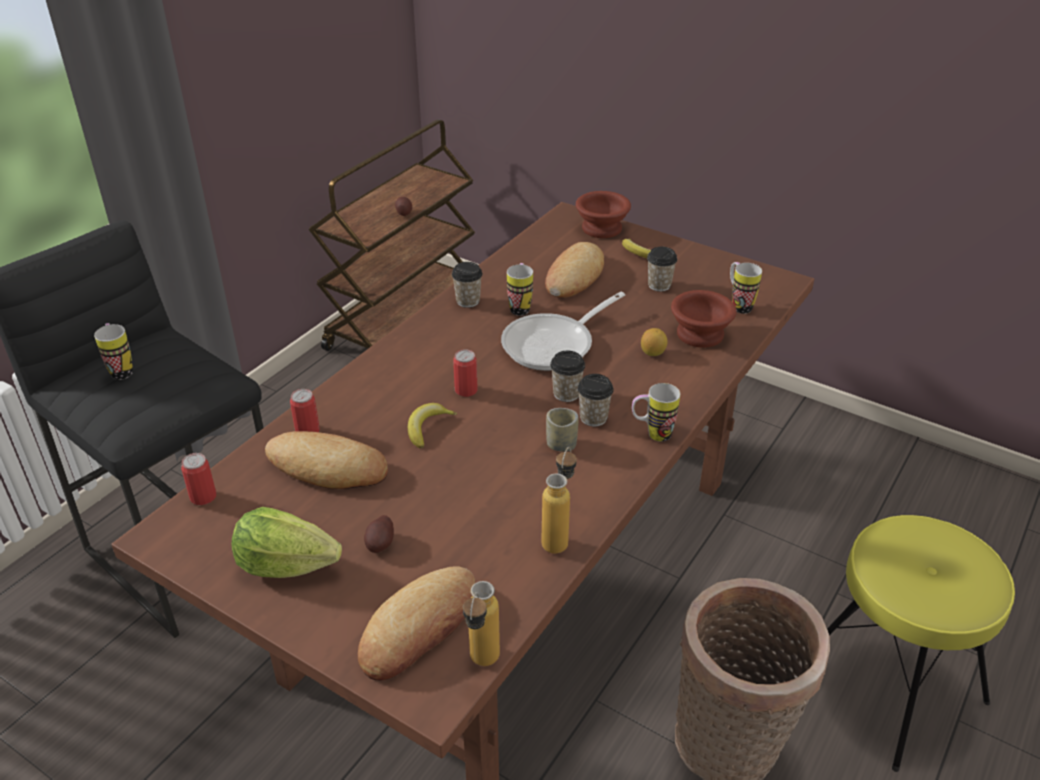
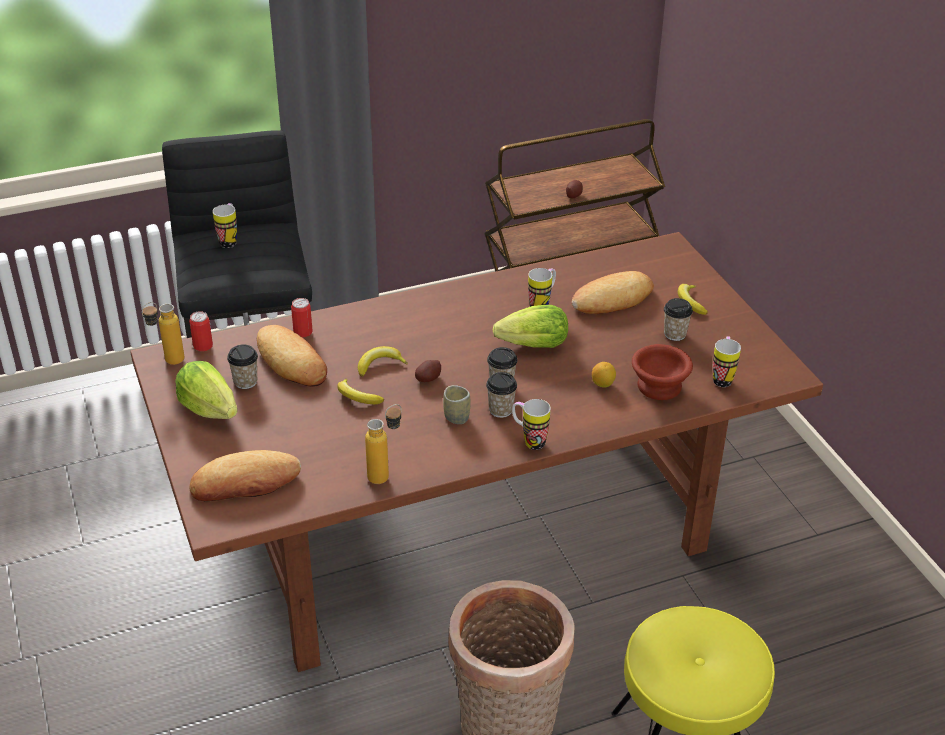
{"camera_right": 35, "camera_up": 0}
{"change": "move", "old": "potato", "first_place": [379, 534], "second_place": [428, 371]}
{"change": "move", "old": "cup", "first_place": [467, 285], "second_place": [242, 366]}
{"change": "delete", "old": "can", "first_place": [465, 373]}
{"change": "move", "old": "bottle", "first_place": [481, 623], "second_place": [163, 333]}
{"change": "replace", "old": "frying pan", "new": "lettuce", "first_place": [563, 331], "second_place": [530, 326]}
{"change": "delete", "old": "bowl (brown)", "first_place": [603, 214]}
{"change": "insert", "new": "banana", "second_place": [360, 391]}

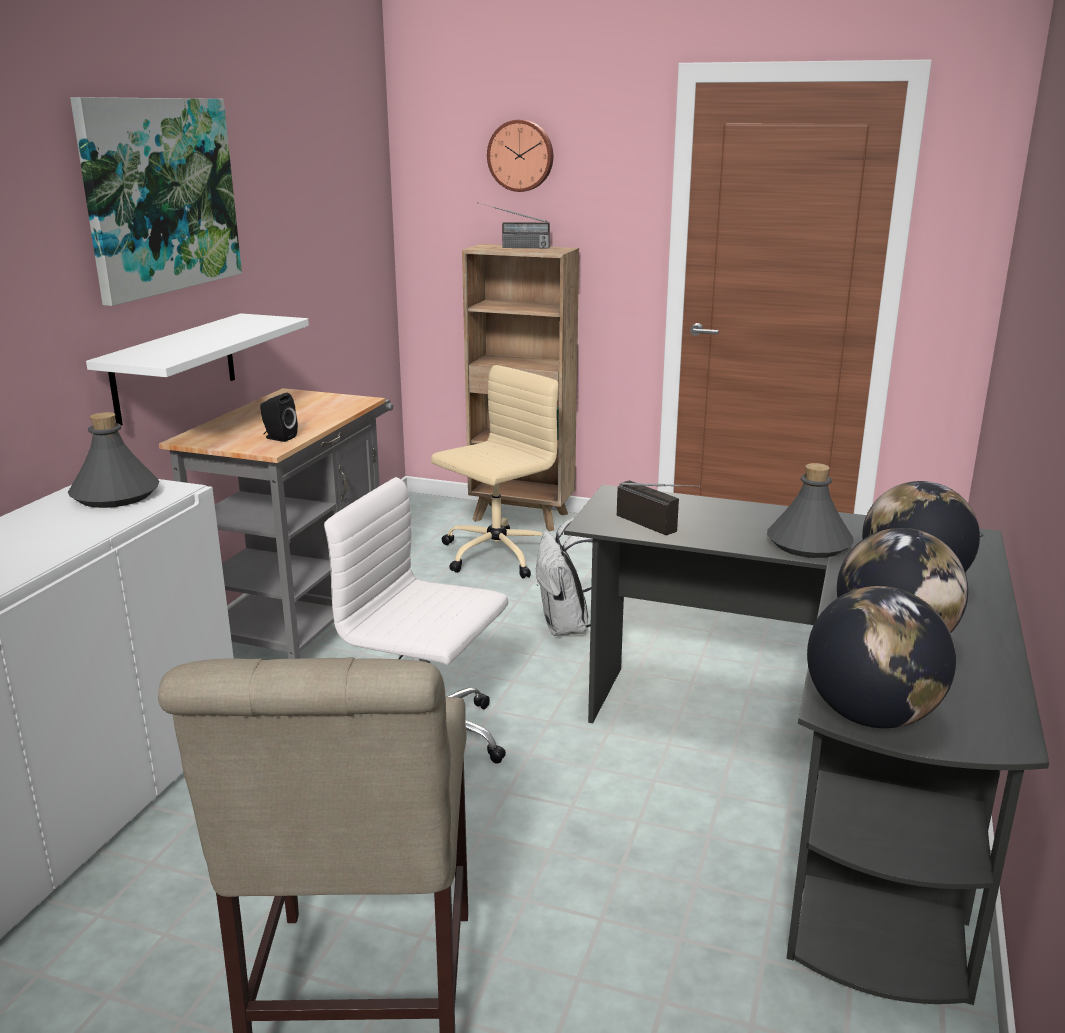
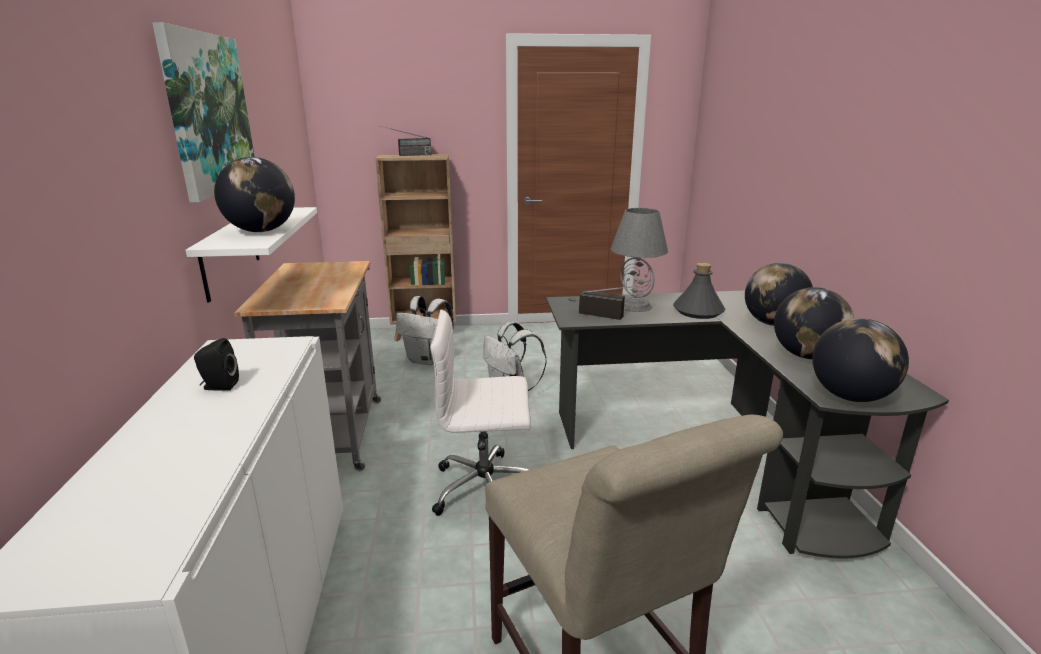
{"camera_right": -25, "camera_up": 0}
{"change": "delete", "old": "bottle (grey)", "first_place": [113, 460]}
{"change": "move", "old": "speaker (black)", "first_place": [279, 417], "second_place": [216, 364]}
{"change": "replace", "old": "office chair (beige)", "new": "backpack (white)", "first_place": [495, 471], "second_place": [425, 330]}
{"change": "delete", "old": "wall clock", "first_place": [520, 156]}
{"change": "insert", "new": "globe", "second_place": [254, 194]}
{"change": "insert", "new": "table lamp (grey)", "second_place": [639, 260]}

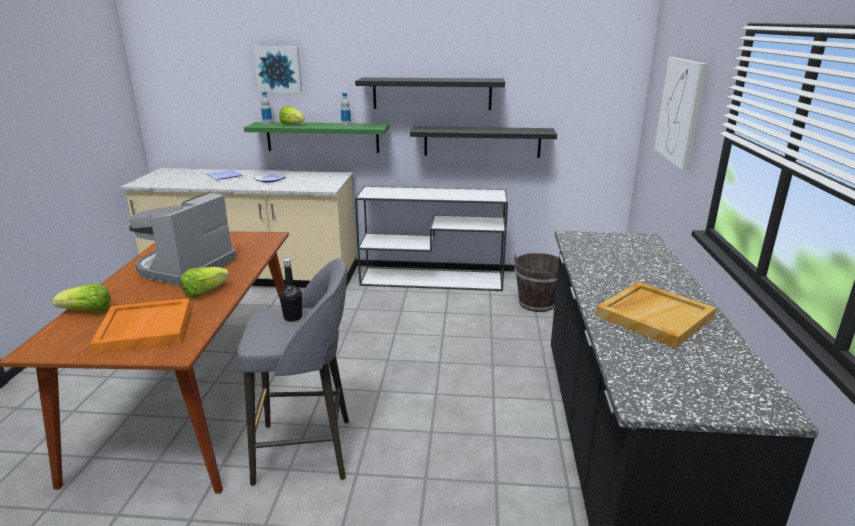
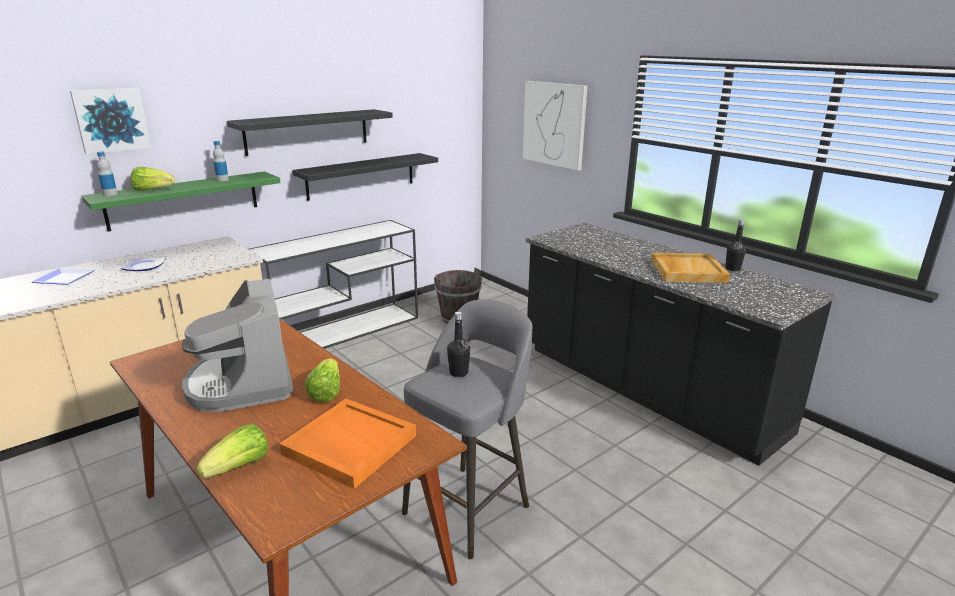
{"camera_right": -45, "camera_up": 0}
{"change": "insert", "new": "bottle (black)", "second_place": [735, 245]}

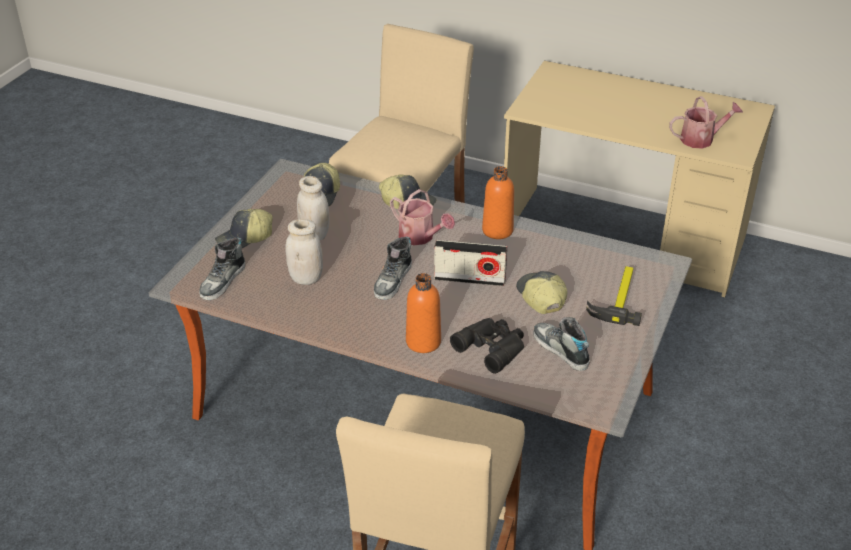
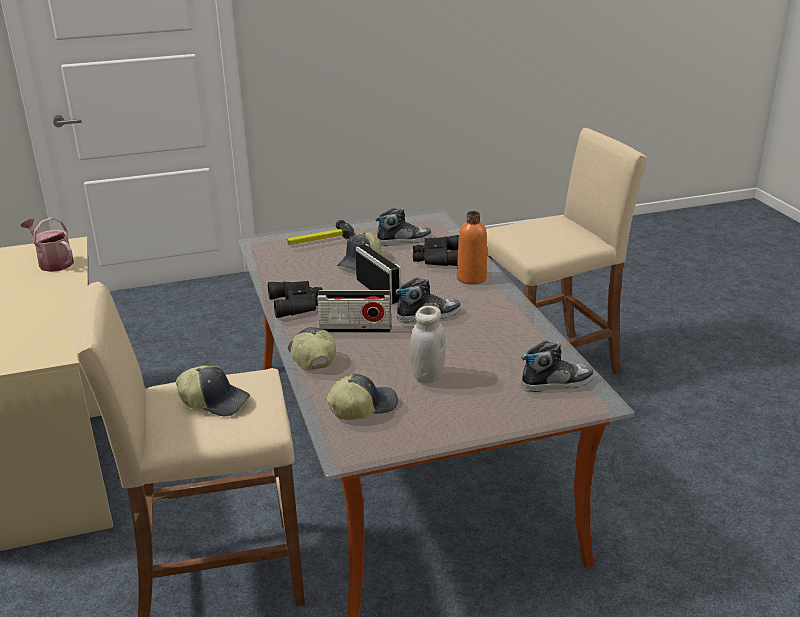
{"camera_right": -130, "camera_up": -10}
{"change": "move", "old": "cap", "first_place": [244, 228], "second_place": [213, 390]}
{"change": "delete", "old": "jar (white)", "first_place": [304, 252]}
{"change": "replace", "old": "watering can", "new": "radio", "first_place": [422, 217], "second_place": [354, 311]}
{"change": "replace", "old": "bottle (orange)", "new": "binoculars (black)", "first_place": [498, 202], "second_place": [295, 299]}
{"change": "rotate", "old": "shoe", "first_place": [561, 344], "second_place": [403, 227], "degrees": -120}

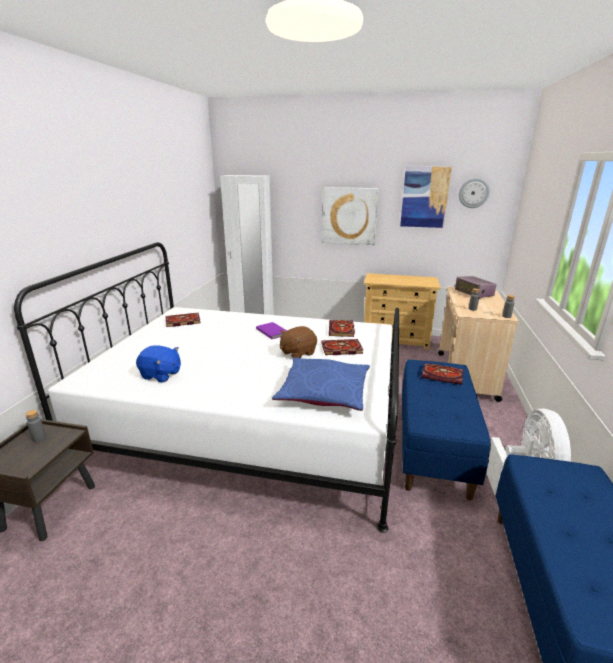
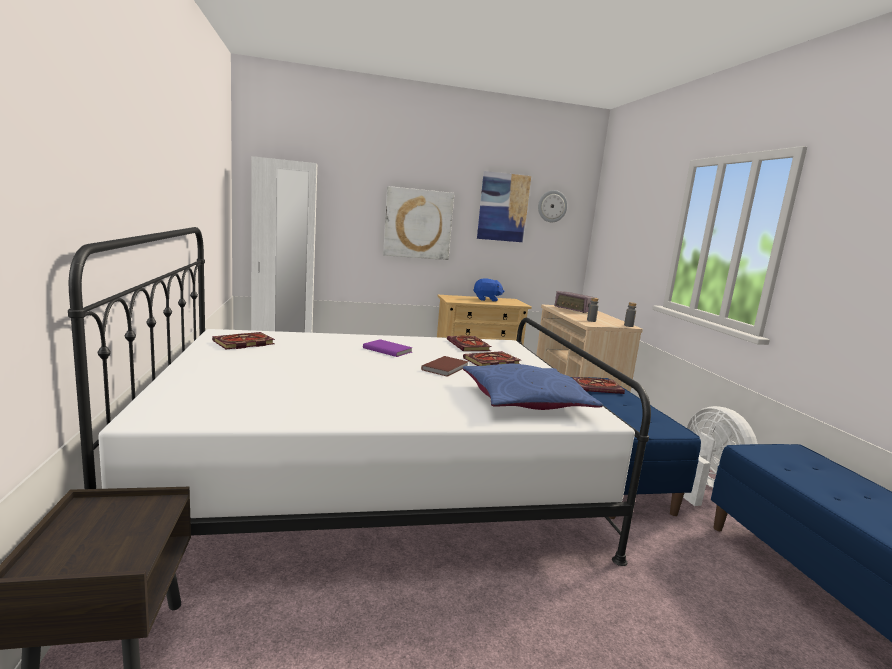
{"camera_right": -25, "camera_up": -10}
{"change": "delete", "old": "bottle (grey)", "first_place": [35, 426]}
{"change": "move", "old": "plush toy (blue)", "first_place": [158, 363], "second_place": [489, 290]}
{"change": "replace", "old": "plush toy (brown)", "new": "book (brown)", "first_place": [298, 342], "second_place": [445, 366]}

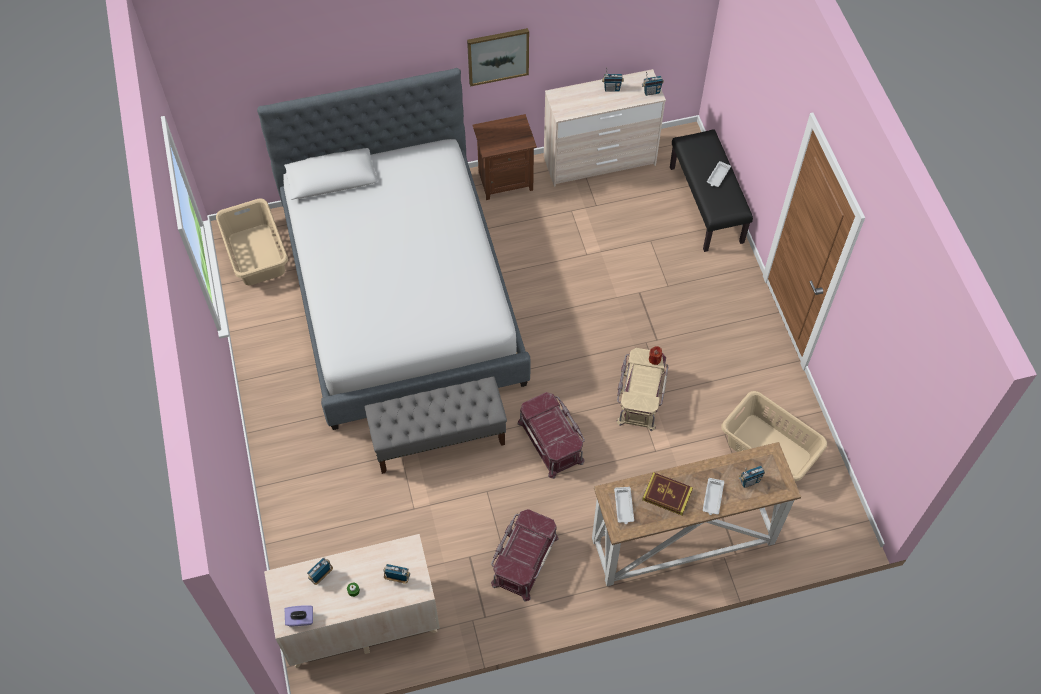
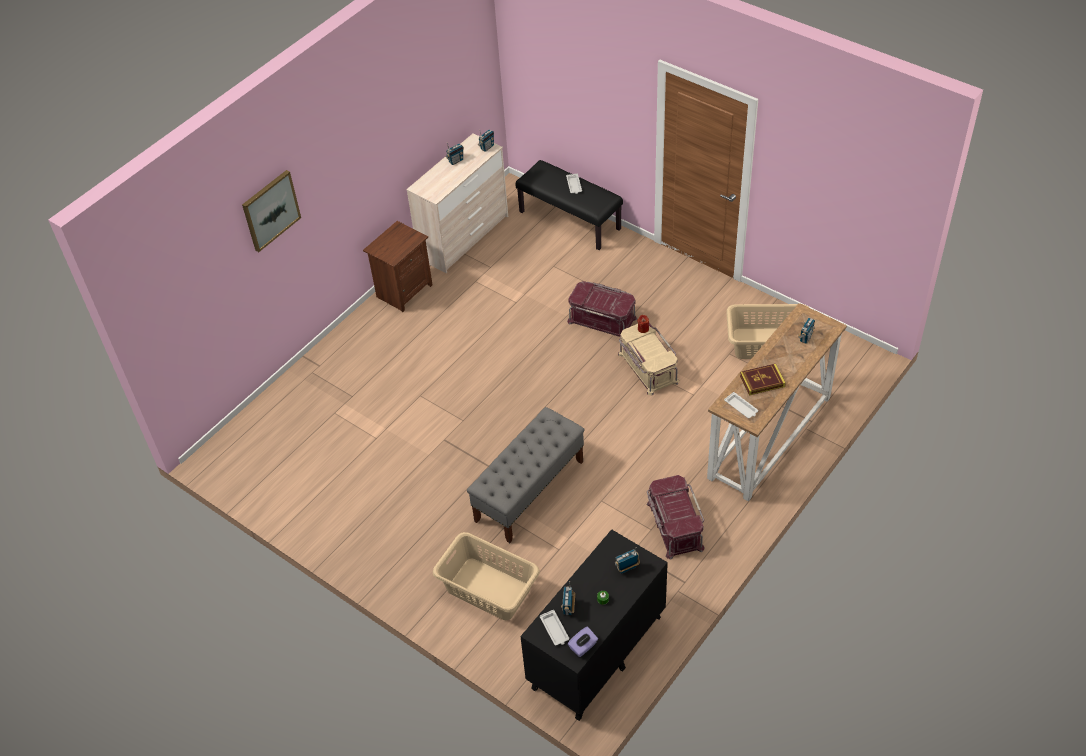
{"camera_right": -35, "camera_up": -10}
{"change": "move", "old": "laundry basket (beige)", "first_place": [252, 242], "second_place": [486, 576]}
{"change": "delete", "old": "bed", "first_place": [394, 249]}
{"change": "recolor", "old": "dresser (beige)", "new": "dresser (black)", "first_place": [352, 601], "second_place": [594, 625]}
{"change": "move", "old": "picture", "first_place": [498, 57], "second_place": [271, 211]}
{"change": "move", "old": "storage box (red)", "first_place": [551, 435], "second_place": [602, 309]}
{"change": "move", "old": "tray (white)", "first_place": [713, 496], "second_place": [554, 627]}

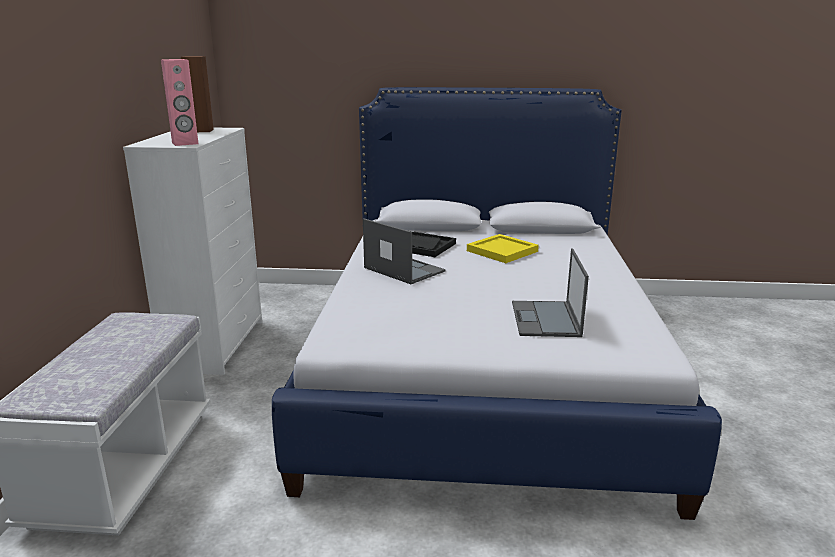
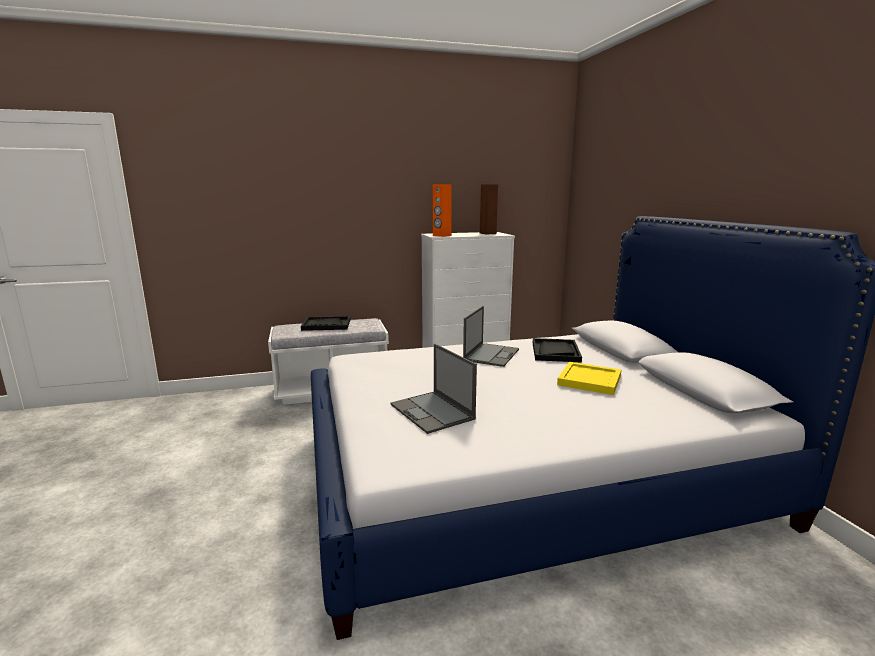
{"camera_right": 70, "camera_up": -5}
{"change": "recolor", "old": "speaker (pink)", "new": "speaker (orange)", "first_place": [180, 102], "second_place": [442, 210]}
{"change": "rotate", "old": "laptop", "first_place": [550, 293], "second_place": [433, 389], "degrees": -105}
{"change": "insert", "new": "tray (black)", "second_place": [325, 323]}

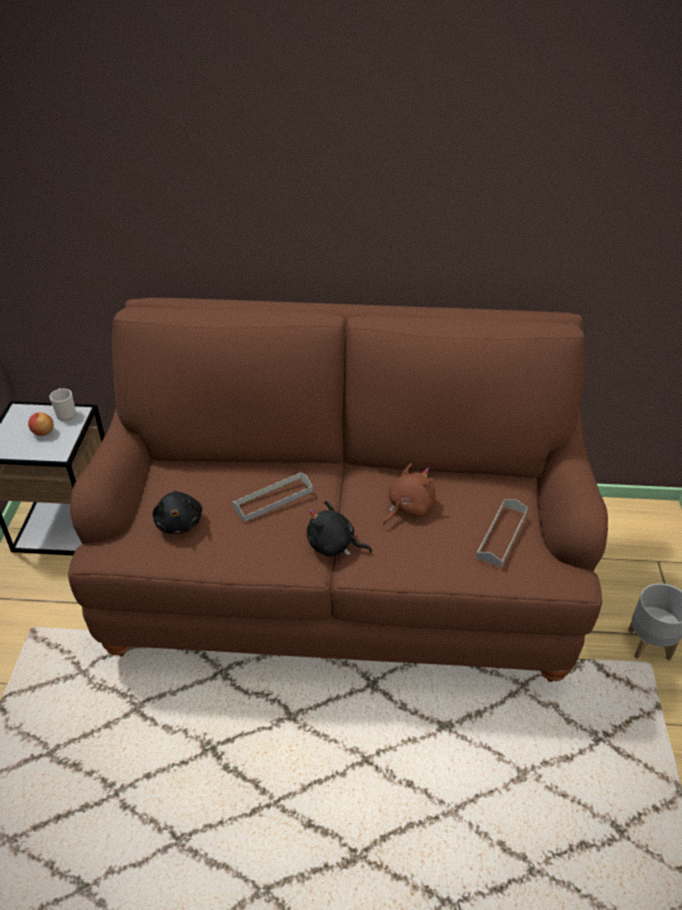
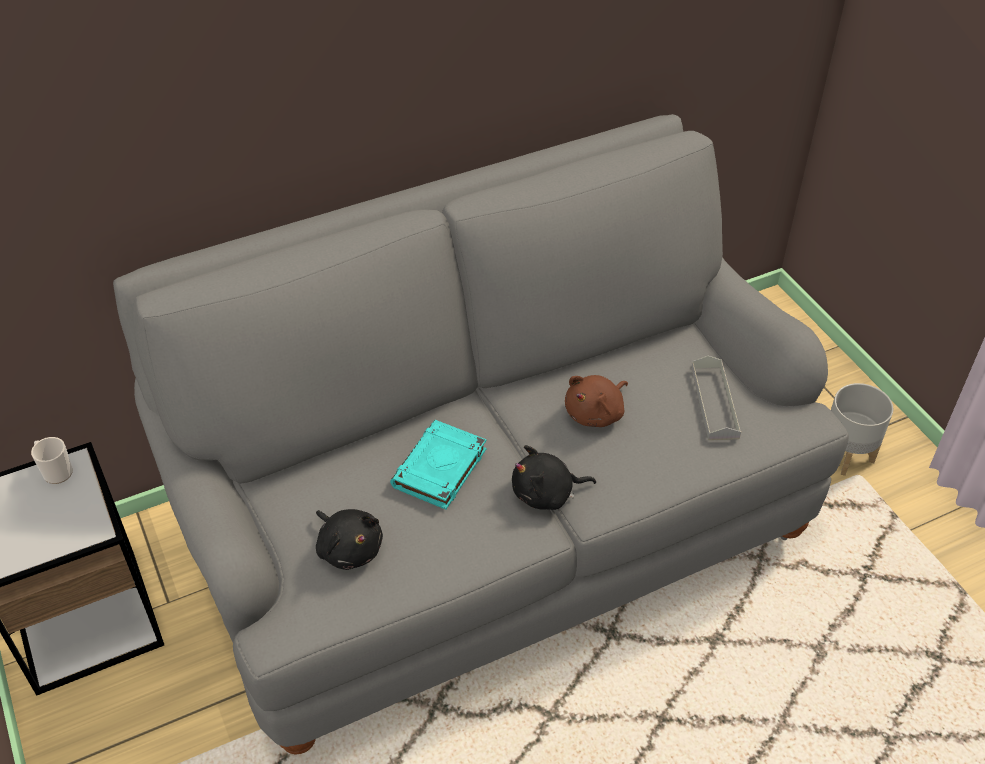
{"camera_right": -30, "camera_up": 5}
{"change": "delete", "old": "apple", "first_place": [41, 424]}
{"change": "recolor", "old": "sofa (brown)", "new": "sofa (grey)", "first_place": [338, 490], "second_place": [481, 434]}
{"change": "replace", "old": "tray (grey)", "new": "book (turquoise)", "first_place": [272, 497], "second_place": [438, 465]}
{"change": "rotate", "old": "plush toy (brown)", "first_place": [409, 494], "second_place": [596, 401], "degrees": -150}

